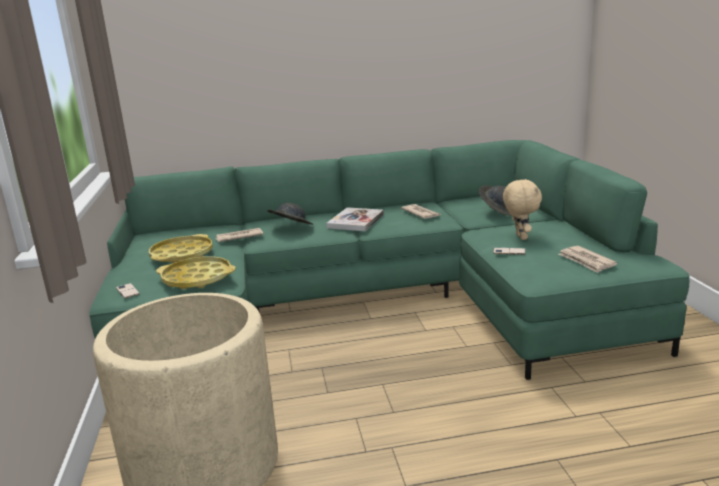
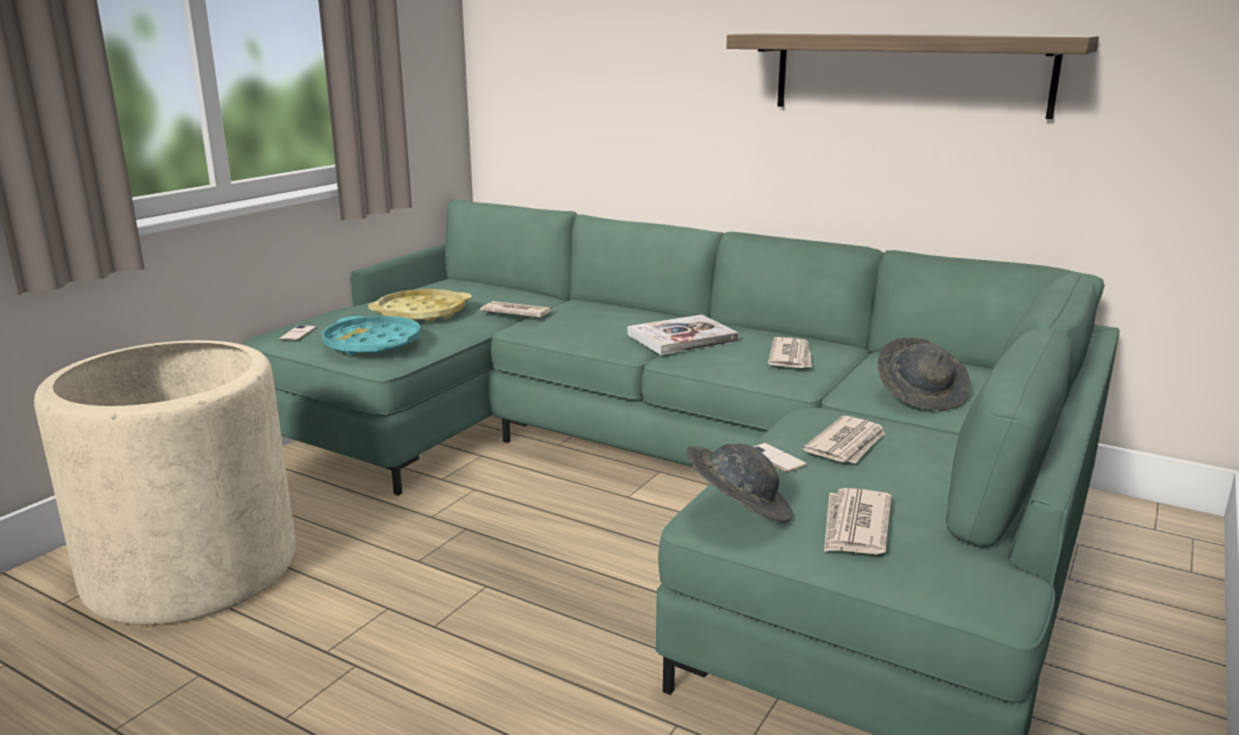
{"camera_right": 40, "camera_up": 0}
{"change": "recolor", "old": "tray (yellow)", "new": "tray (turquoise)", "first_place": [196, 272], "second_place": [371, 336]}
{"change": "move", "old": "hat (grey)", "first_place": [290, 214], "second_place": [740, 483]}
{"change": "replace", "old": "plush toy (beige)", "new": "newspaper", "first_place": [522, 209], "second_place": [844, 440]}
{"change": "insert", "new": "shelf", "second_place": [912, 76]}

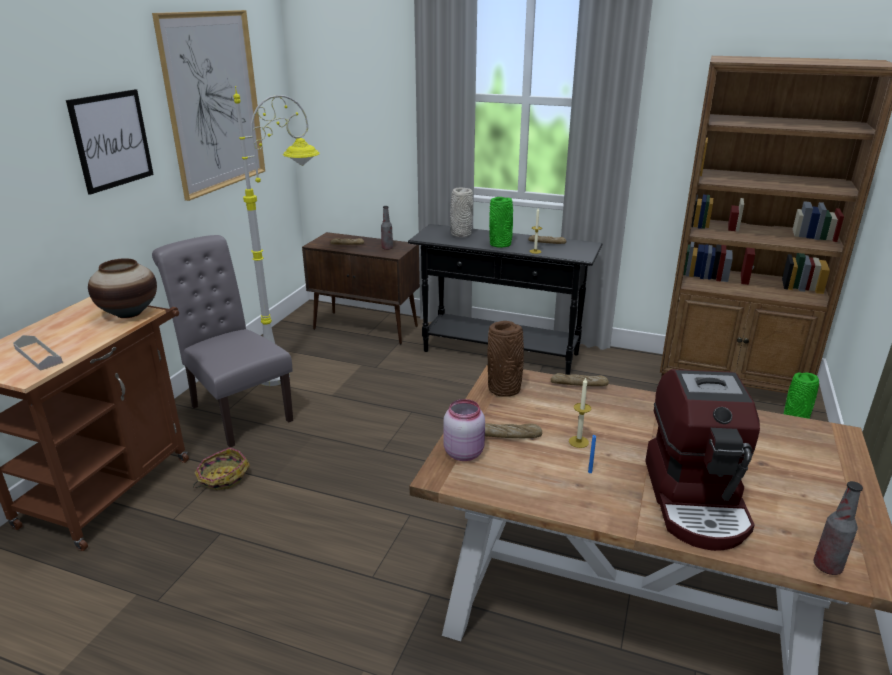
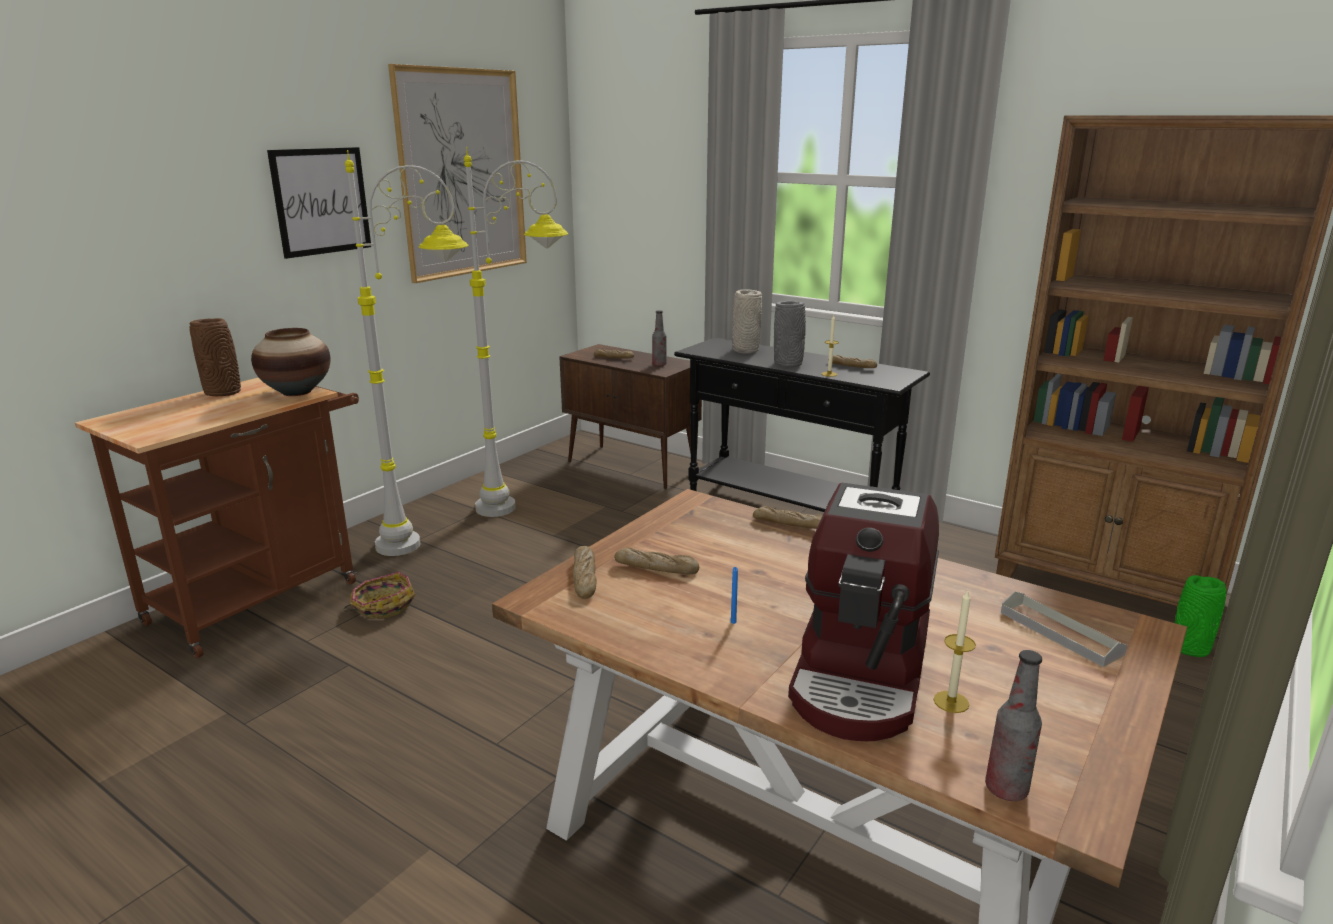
{"camera_right": 15, "camera_up": -5}
{"change": "move", "old": "tray (grey)", "first_place": [38, 353], "second_place": [1064, 629]}
{"change": "replace", "old": "chair (grey)", "new": "floor lamp (grey)", "first_place": [222, 341], "second_place": [407, 353]}
{"change": "replace", "old": "jar (pink)", "new": "bread", "first_place": [464, 430], "second_place": [585, 572]}
{"change": "move", "old": "vase (brown)", "first_place": [505, 359], "second_place": [215, 357]}
{"change": "recolor", "old": "vase (green)", "new": "vase (grey)", "first_place": [501, 222], "second_place": [790, 334]}
{"change": "move", "old": "candle", "first_place": [580, 413], "second_place": [954, 651]}

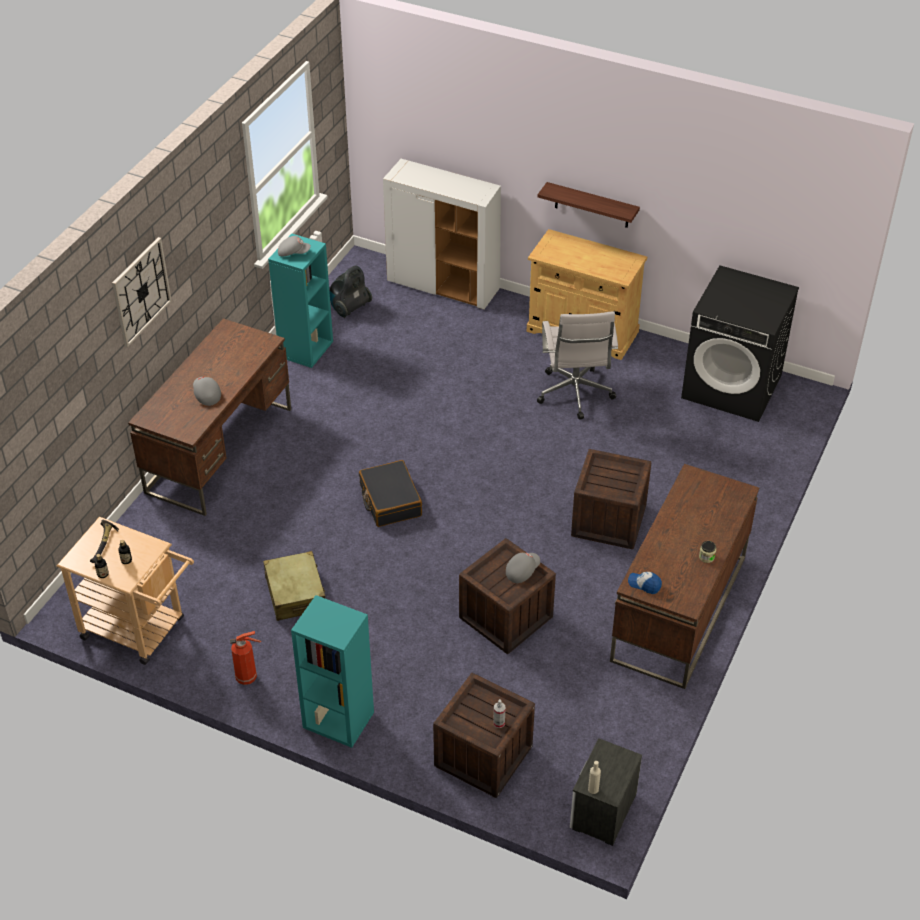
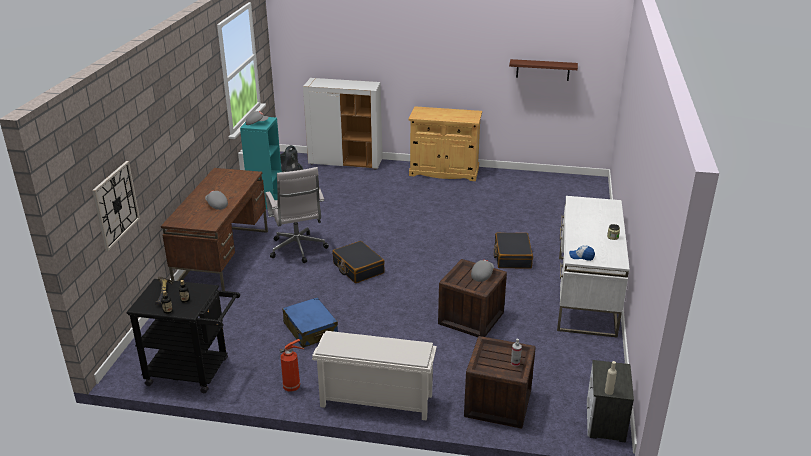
{"camera_right": -15, "camera_up": -15}
{"change": "recolor", "old": "cart (beige)", "new": "cart (black)", "first_place": [125, 591], "second_place": [183, 336]}
{"change": "move", "old": "wall clock", "first_place": [142, 292], "second_place": [116, 206]}
{"change": "recolor", "old": "suitcase (beige)", "new": "suitcase (blue)", "first_place": [294, 586], "second_place": [310, 322]}
{"change": "replace", "old": "bookcase (turquoise)", "new": "shoe rack (white)", "first_place": [332, 671], "second_place": [374, 376]}
{"change": "move", "old": "office chair (white)", "first_place": [577, 365], "second_place": [297, 215]}
{"change": "move", "old": "shelf", "first_place": [589, 205], "second_place": [543, 70]}
{"change": "replace", "old": "crate", "new": "suitcase (black)", "first_place": [611, 499], "second_place": [513, 251]}
{"change": "recolor", "old": "desk (brown)", "new": "desk (white)", "first_place": [684, 576], "second_place": [593, 267]}
{"change": "delete", "old": "washing machine (black)", "first_place": [740, 343]}

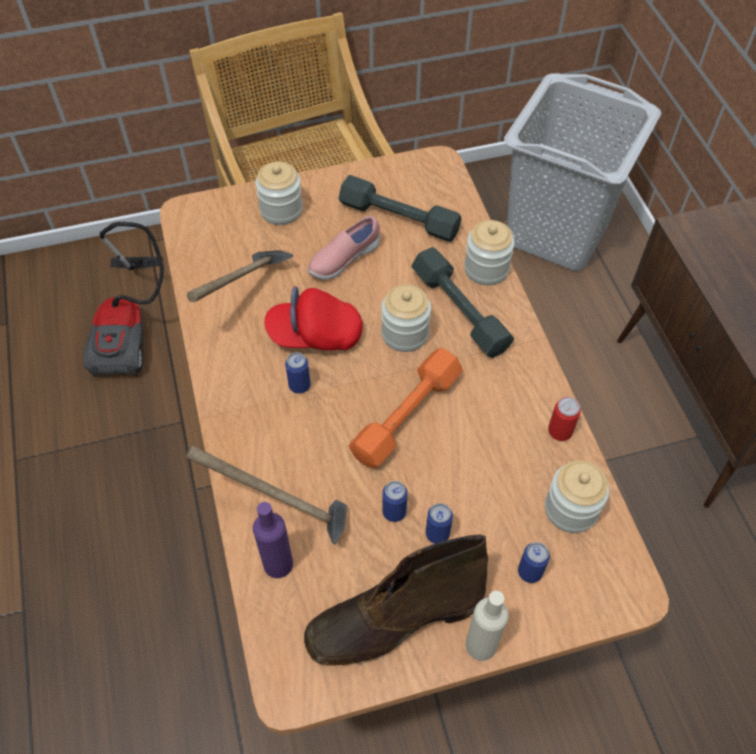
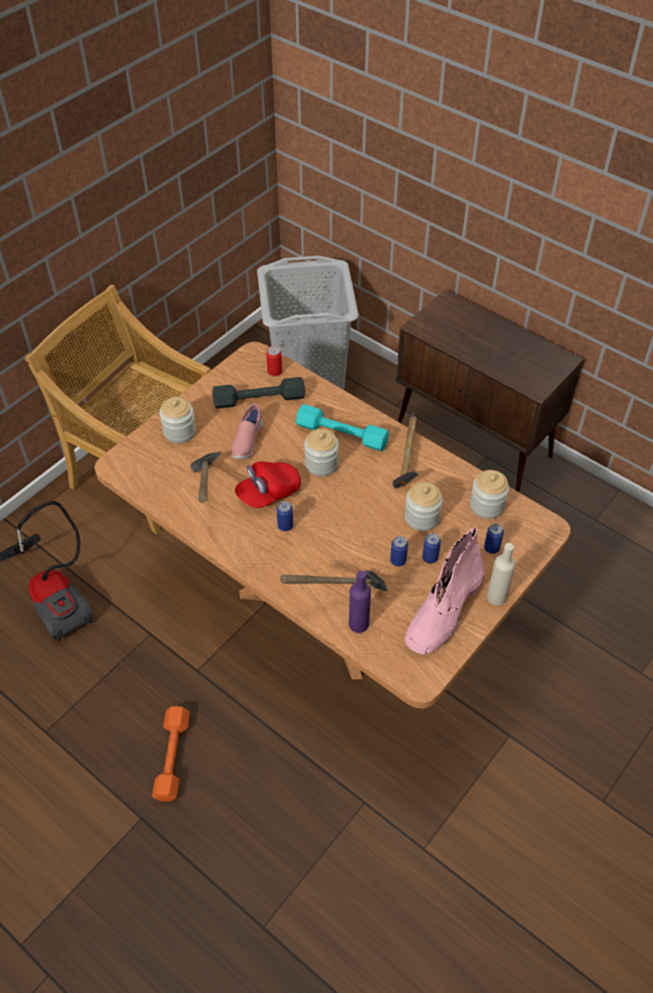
{"camera_right": -35, "camera_up": -5}
{"change": "recolor", "old": "boot (brown)", "new": "boot (pink)", "first_place": [396, 600], "second_place": [444, 591]}
{"change": "move", "old": "dumbbell (orange)", "first_place": [406, 408], "second_place": [171, 754]}
{"change": "recolor", "old": "dumbbell (grey)", "new": "dumbbell (turquoise)", "first_place": [462, 302], "second_place": [342, 427]}
{"change": "move", "old": "jar", "first_place": [489, 253], "second_place": [424, 506]}
{"change": "move", "old": "can", "first_place": [564, 419], "second_place": [274, 361]}
{"change": "insert", "new": "hammer", "second_place": [405, 450]}

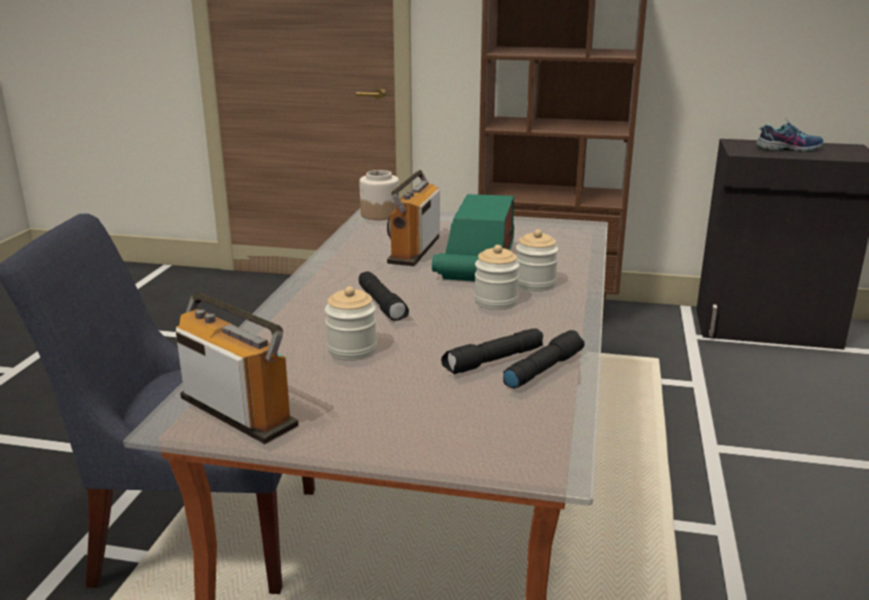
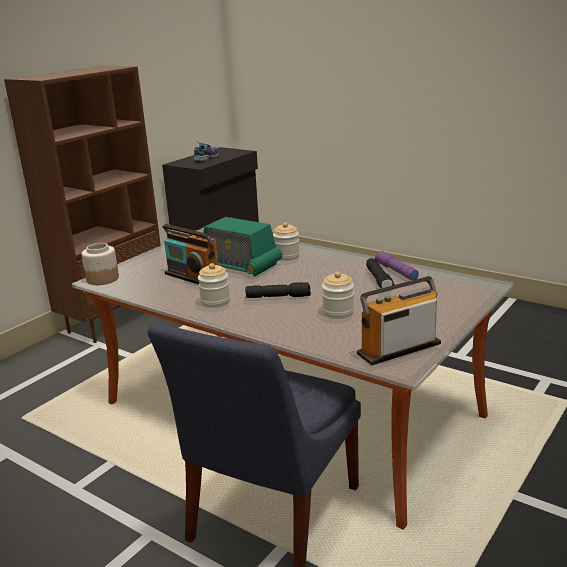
{"camera_right": -65, "camera_up": 0}
{"change": "move", "old": "jar", "first_place": [497, 277], "second_place": [214, 285]}
{"change": "recolor", "old": "flashlight (black)", "new": "flashlight (purple)", "first_place": [544, 359], "second_place": [397, 265]}

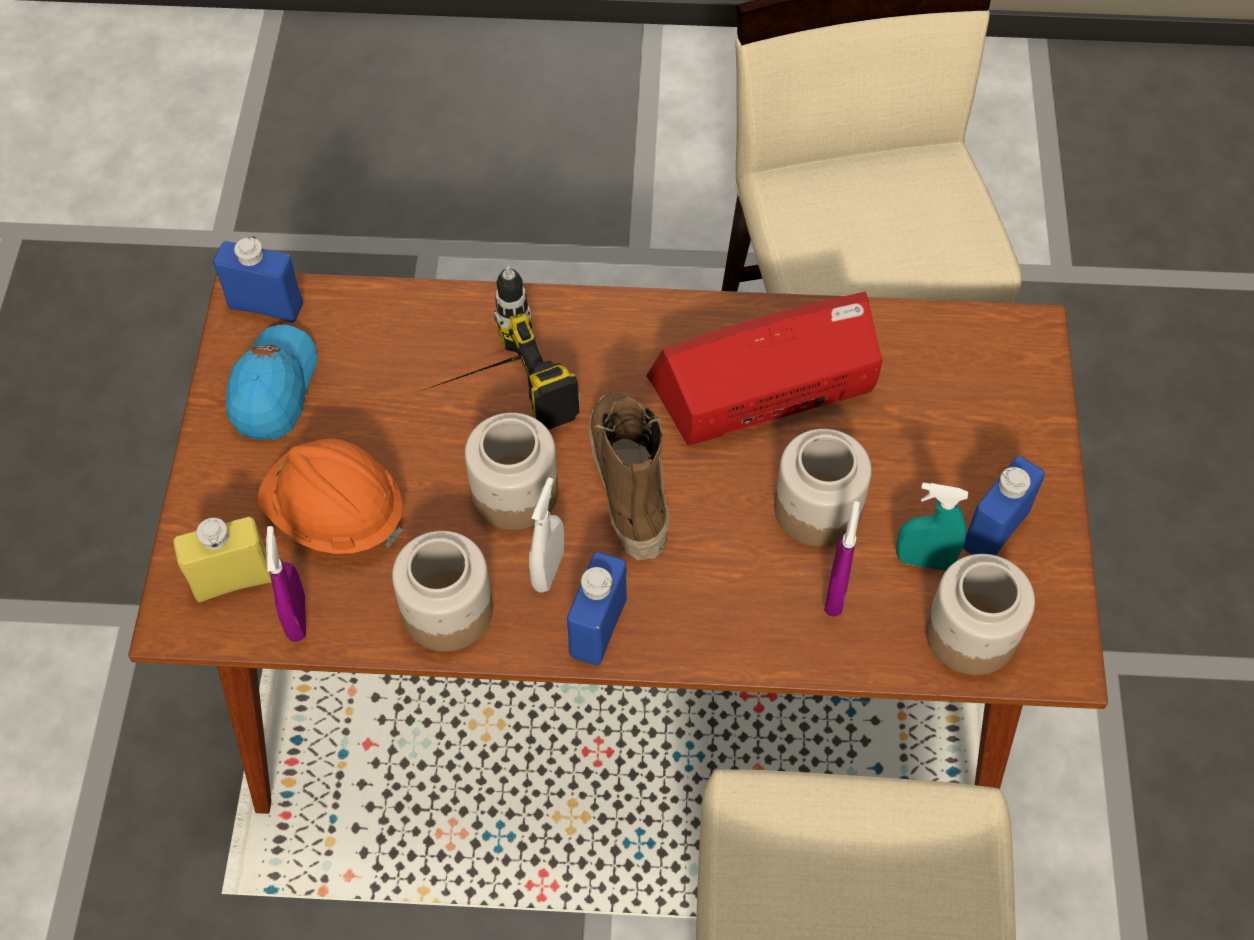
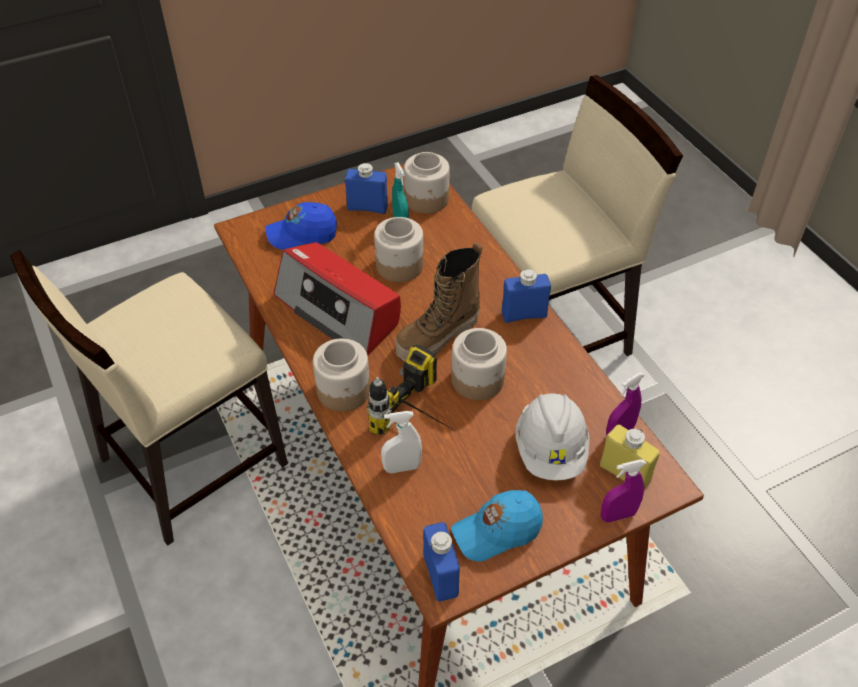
{"camera_right": -120, "camera_up": -10}
{"change": "recolor", "old": "hard hat (orange)", "new": "hard hat (white)", "first_place": [330, 496], "second_place": [552, 437]}
{"change": "move", "old": "jar", "first_place": [442, 591], "second_place": [341, 375]}
{"change": "move", "old": "spray bottle (white)", "first_place": [546, 534], "second_place": [401, 442]}
{"change": "move", "old": "spray bottle (purple)", "first_place": [842, 559], "second_place": [623, 491]}
{"change": "insert", "new": "cap (blue)", "second_place": [301, 226]}

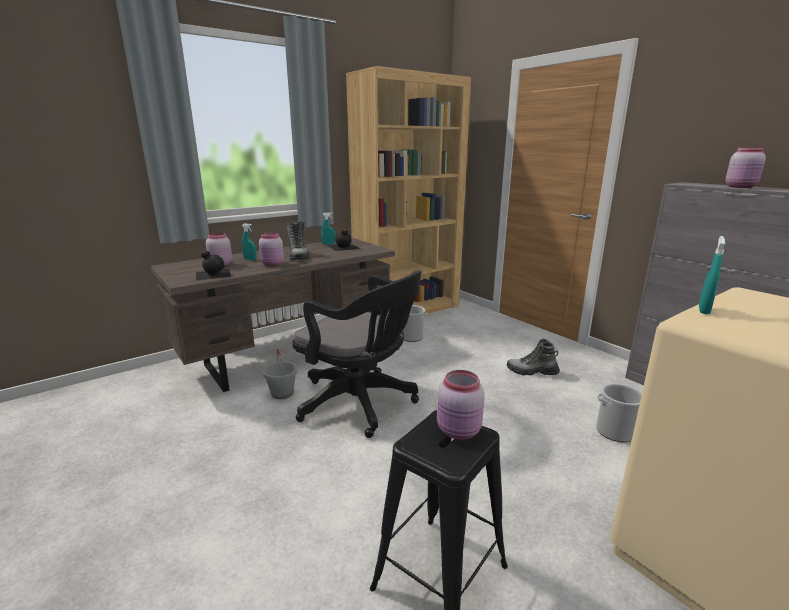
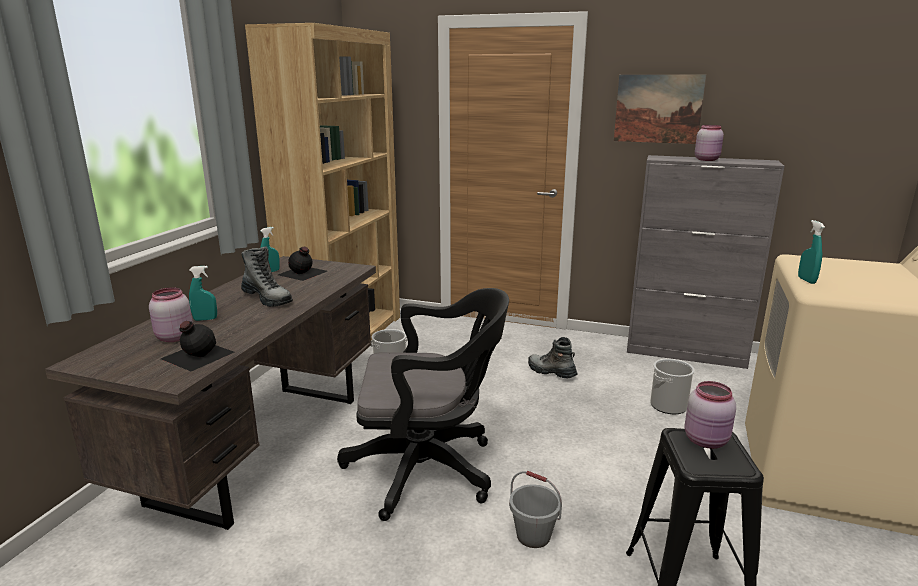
{"camera_right": -35, "camera_up": 0}
{"change": "delete", "old": "jar (pink)", "first_place": [271, 249]}
{"change": "move", "old": "bucket (grey)", "first_place": [280, 373], "second_place": [535, 509]}
{"change": "rotate", "old": "boot", "first_place": [533, 357], "second_place": [553, 357], "degrees": 60}
{"change": "insert", "new": "picture", "second_place": [660, 109]}

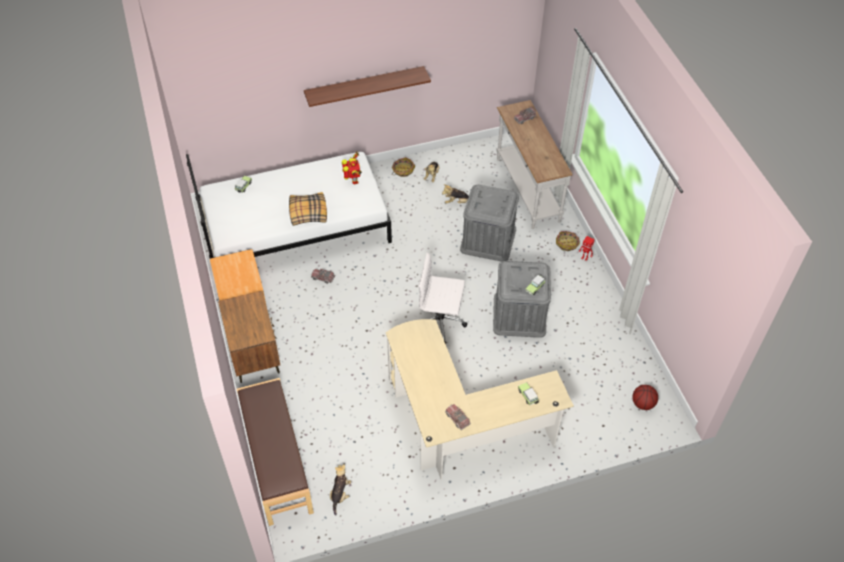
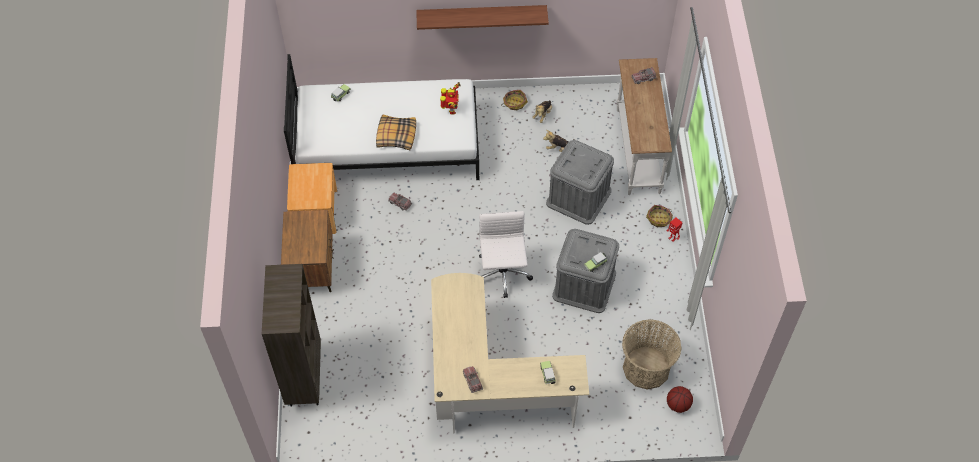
{"camera_right": 15, "camera_up": 5}
{"change": "replace", "old": "bench (brown)", "new": "bookcase (brown)", "first_place": [275, 452], "second_place": [291, 335]}
{"change": "delete", "old": "plush toy", "first_place": [340, 490]}
{"change": "rotate", "old": "office chair (white)", "first_place": [443, 298], "second_place": [506, 254], "degrees": 60}
{"change": "insert", "new": "basket", "second_place": [652, 354]}

